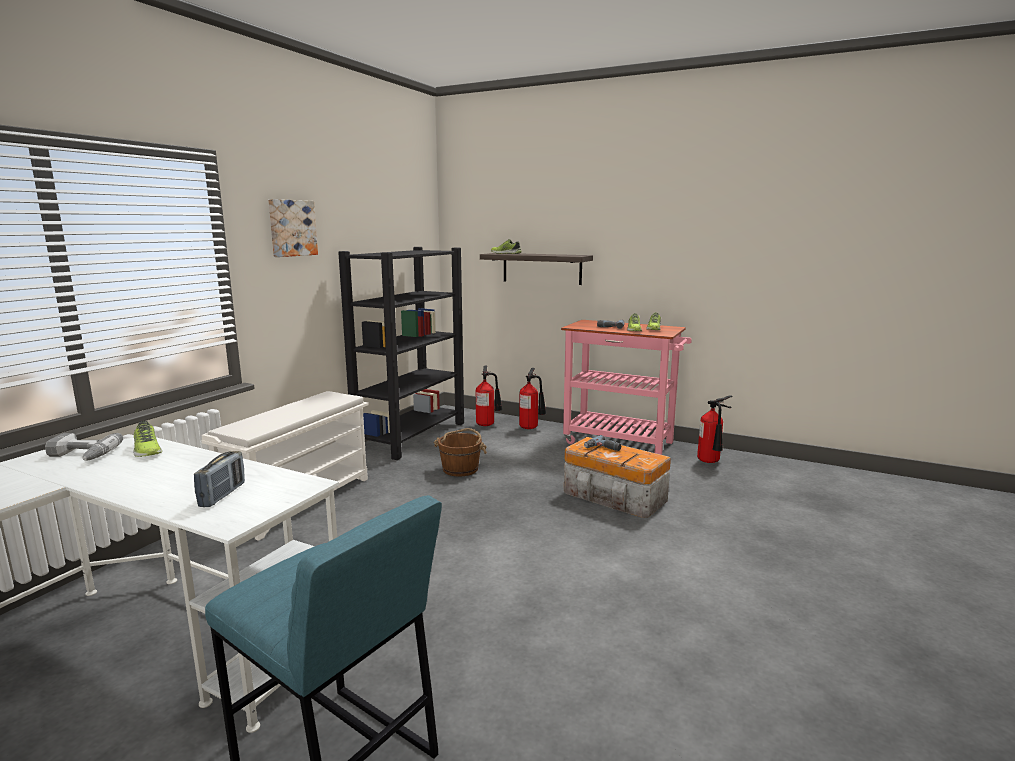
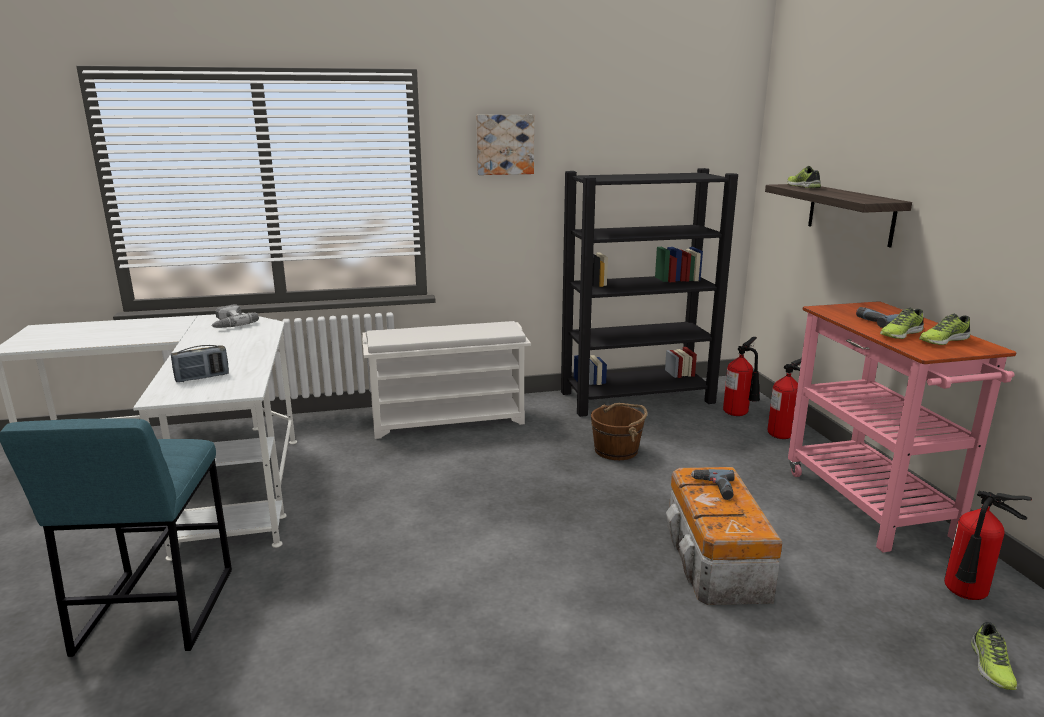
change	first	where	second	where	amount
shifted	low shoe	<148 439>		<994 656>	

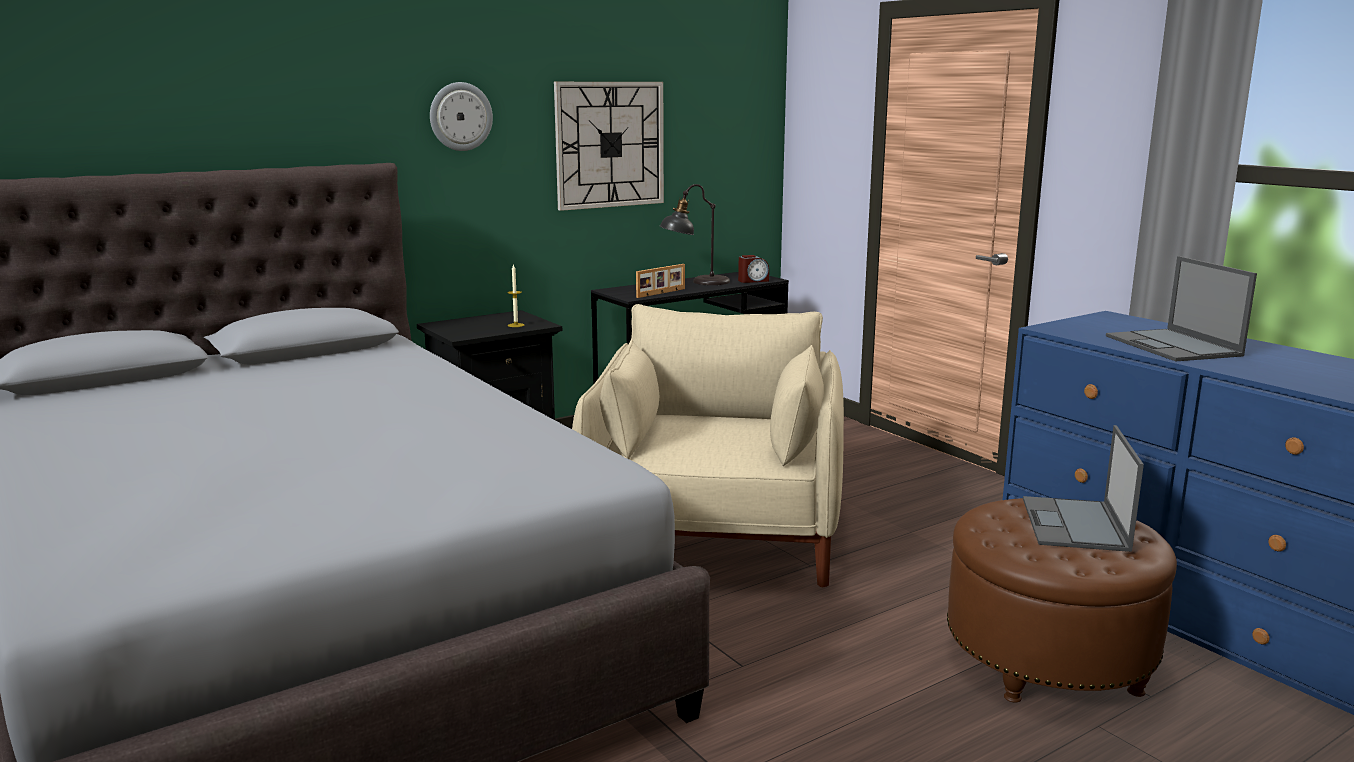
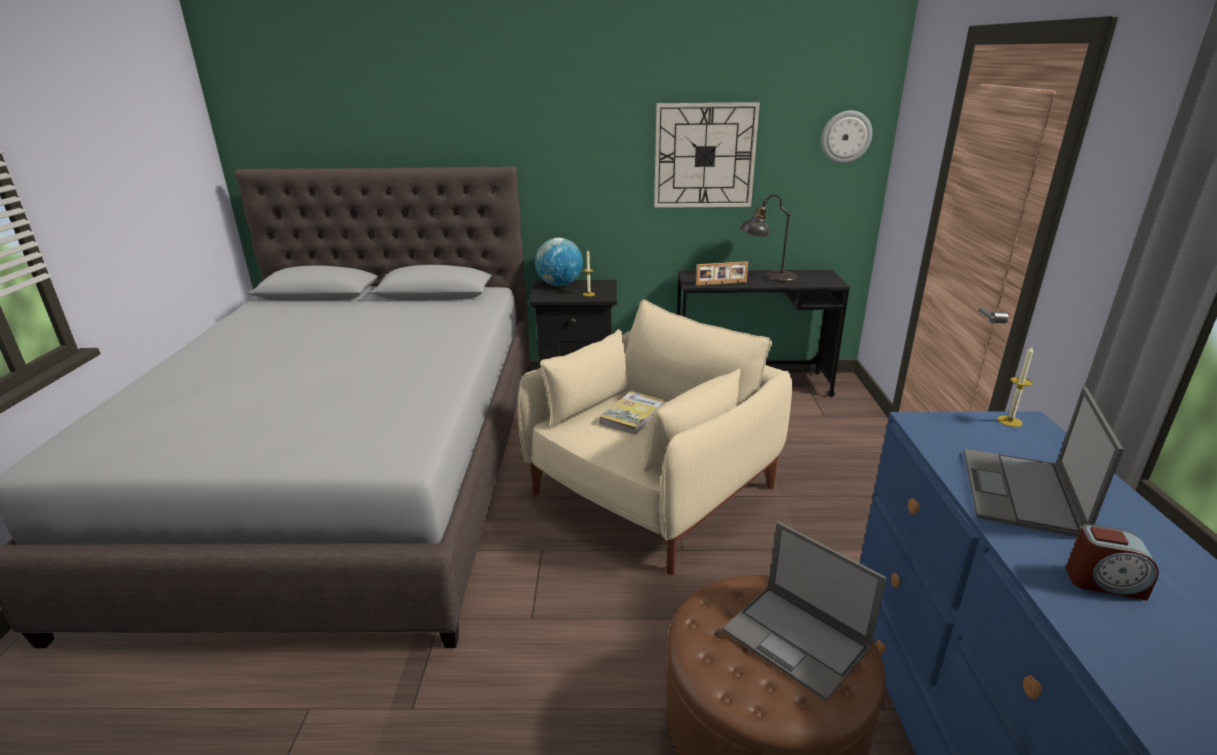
change	first	where	second	where	amount
shifted	clock on the wall	<461 116>		<846 136>	
shifted	table clock	<753 269>		<1112 562>	
rotated	portable computer	<1083 488>		<805 611>	90 degrees counterclockwise
new			desk globe	<559 262>	
new			volume	<632 413>	
new			wax candle	<1015 386>	

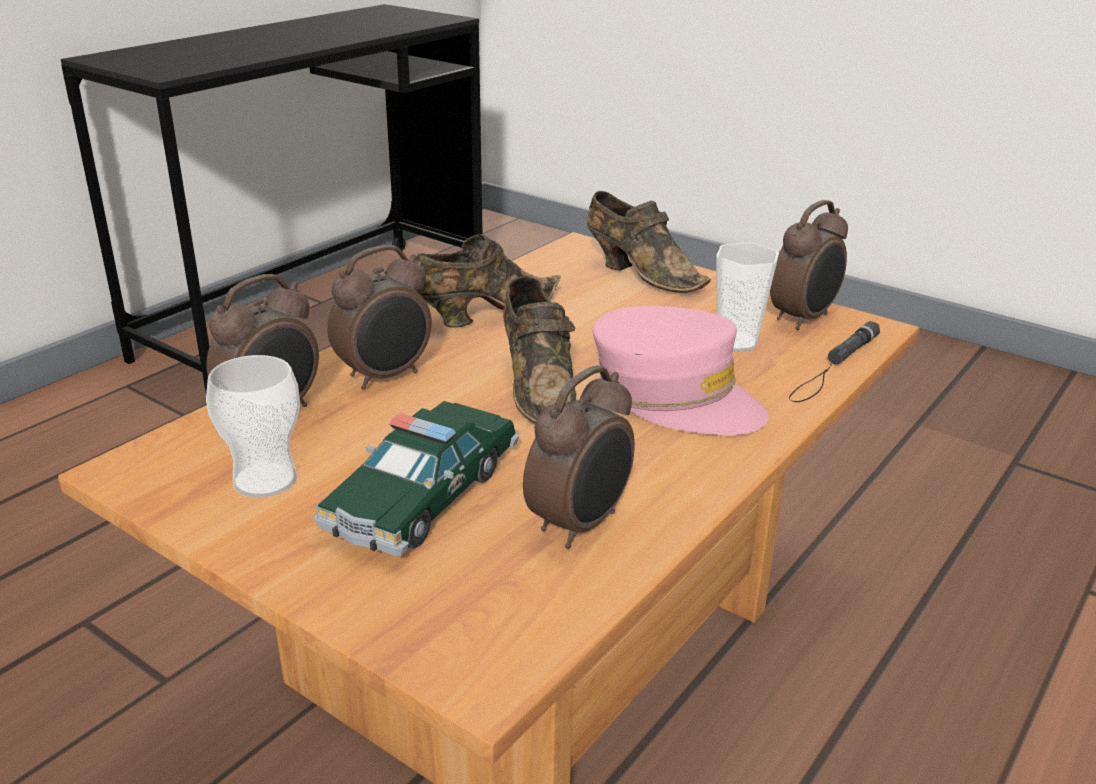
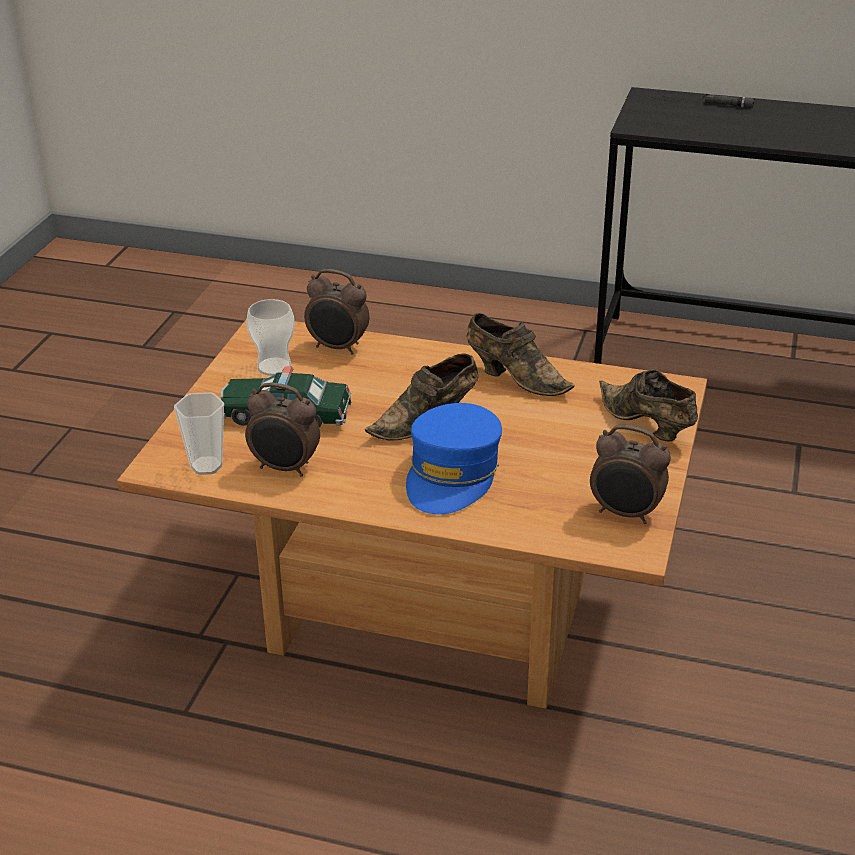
change	first	where	second	where	amount
gone	table clock	<379 317>			
rotated	low shoe (brownish)	<649 242>		<648 405>	120 degrees clockwise
repainted	peaked cap (pink-coloured)	<681 370>	peaked cap (blue)	<454 458>	
shifted	drinking cup	<747 297>		<199 433>	
shifted	flashlight (black-coloured)	<834 361>		<703 101>	

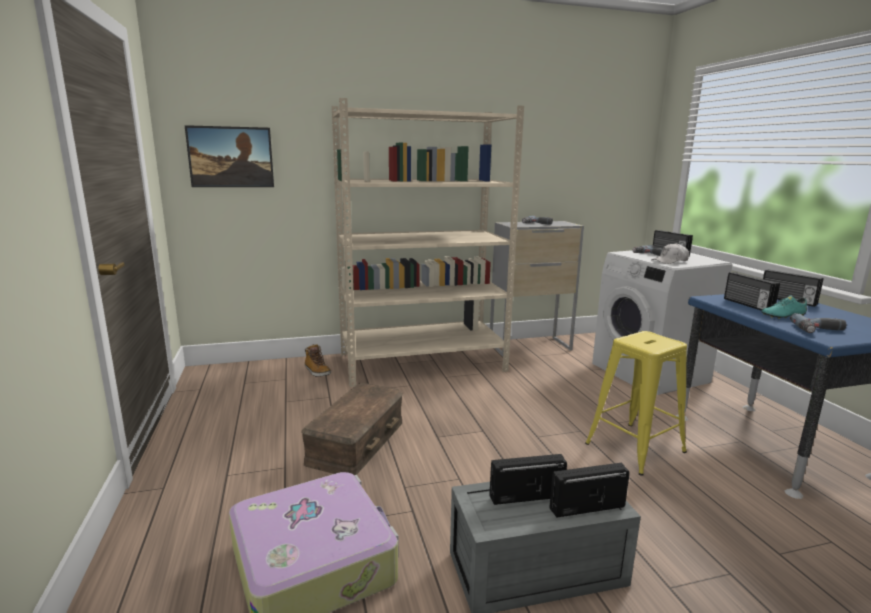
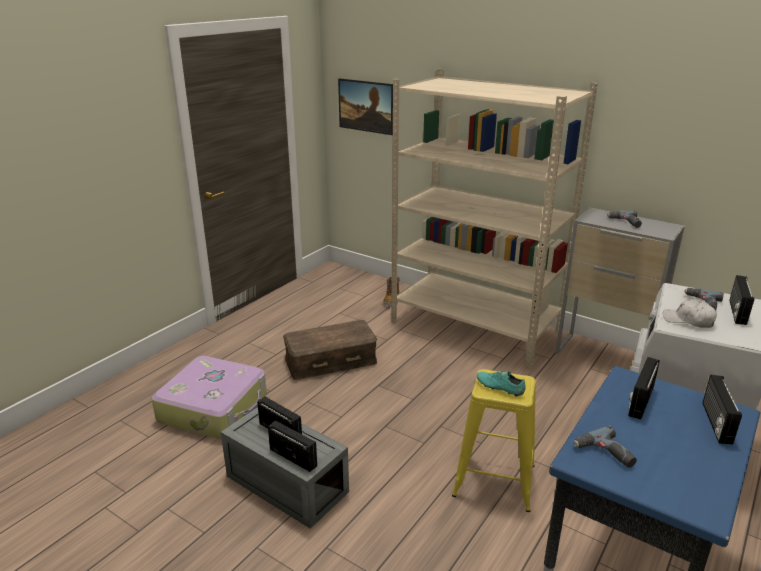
change	first	where	second	where	amount
shifted	low shoe (turquoise-coloured)	<784 307>		<501 384>	

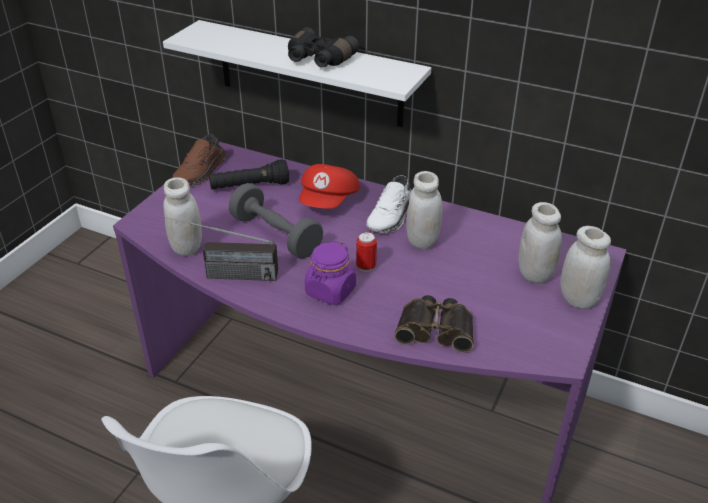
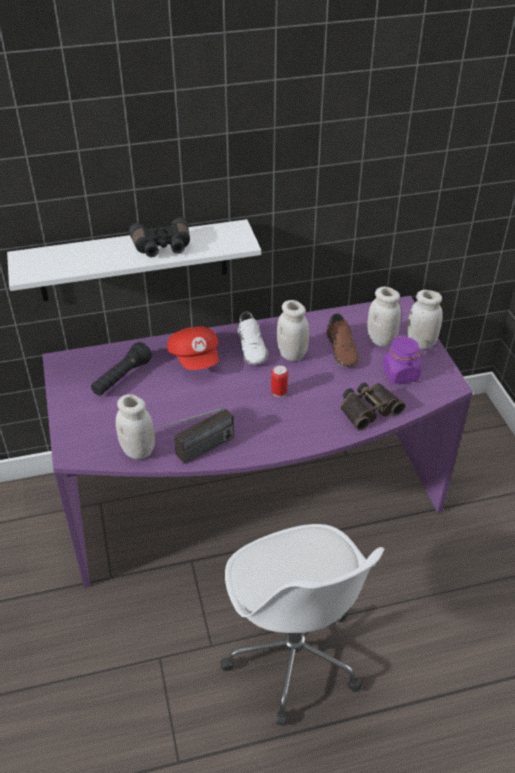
change	first	where	second	where	amount
shifted	low shoe (brownish)	<199 159>		<343 340>	
gone	hand weight (gray)	<276 221>			
shifted	preserve jar (purple-coloured)	<330 273>		<402 359>	

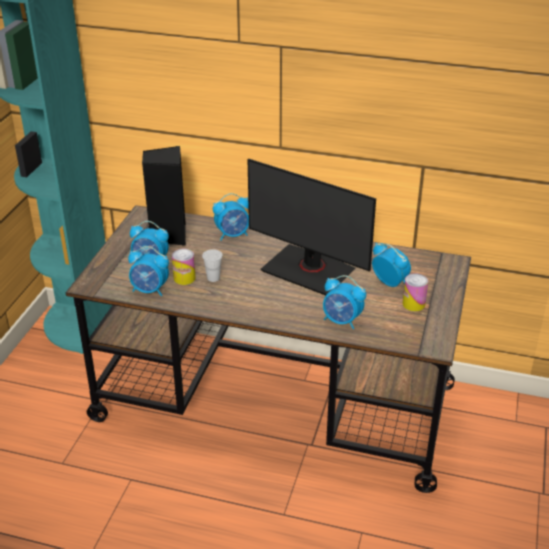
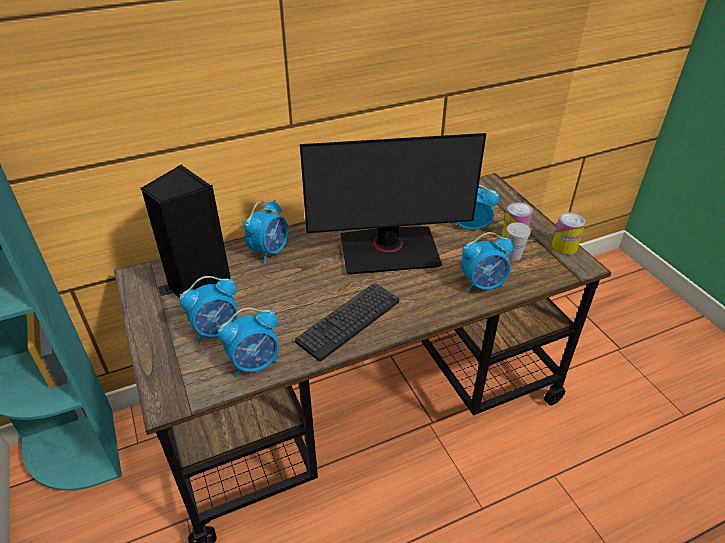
change	first	where	second	where	amount
shifted	can	<184 267>		<569 233>	
shifted	drinking cup (white-coloured)	<212 265>		<518 242>	
new			computer keyboard	<347 322>	

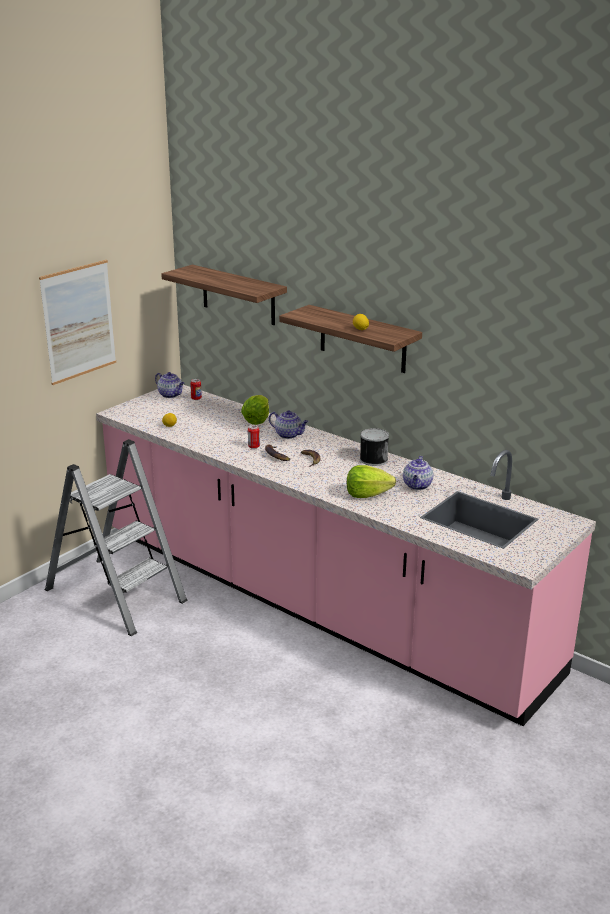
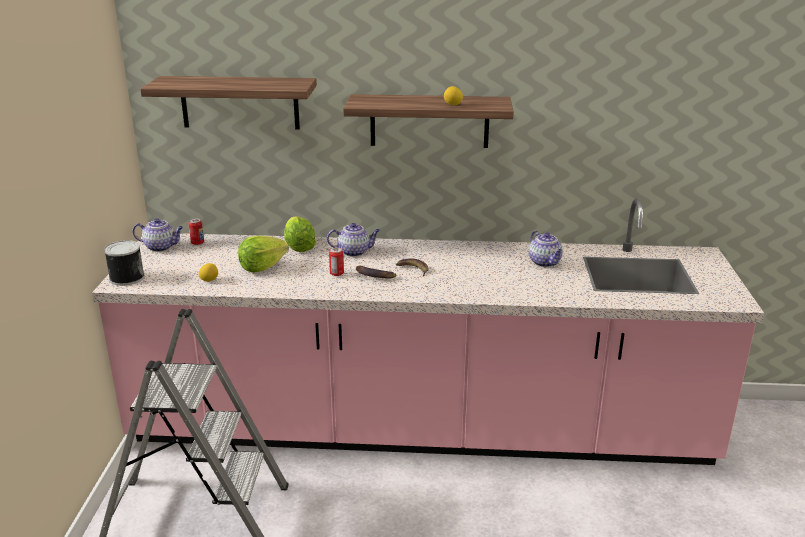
change	first	where	second	where	amount
gone	picture	<77 322>			
shifted	lettuce	<371 481>		<263 254>	
shifted	can	<374 447>		<124 263>	

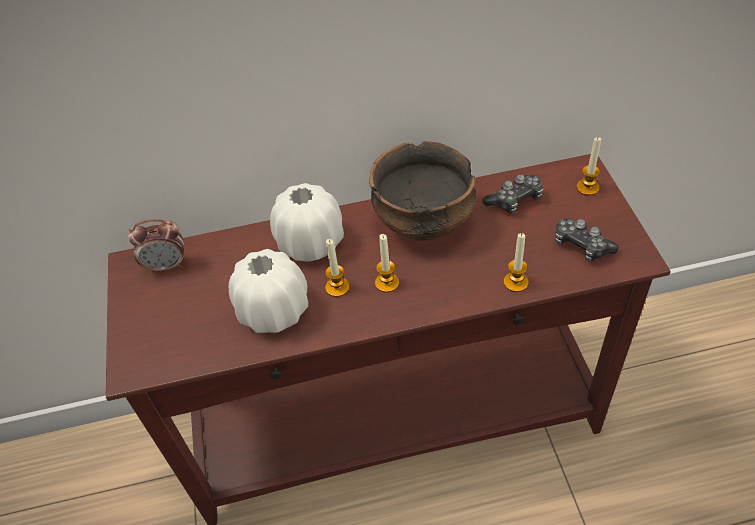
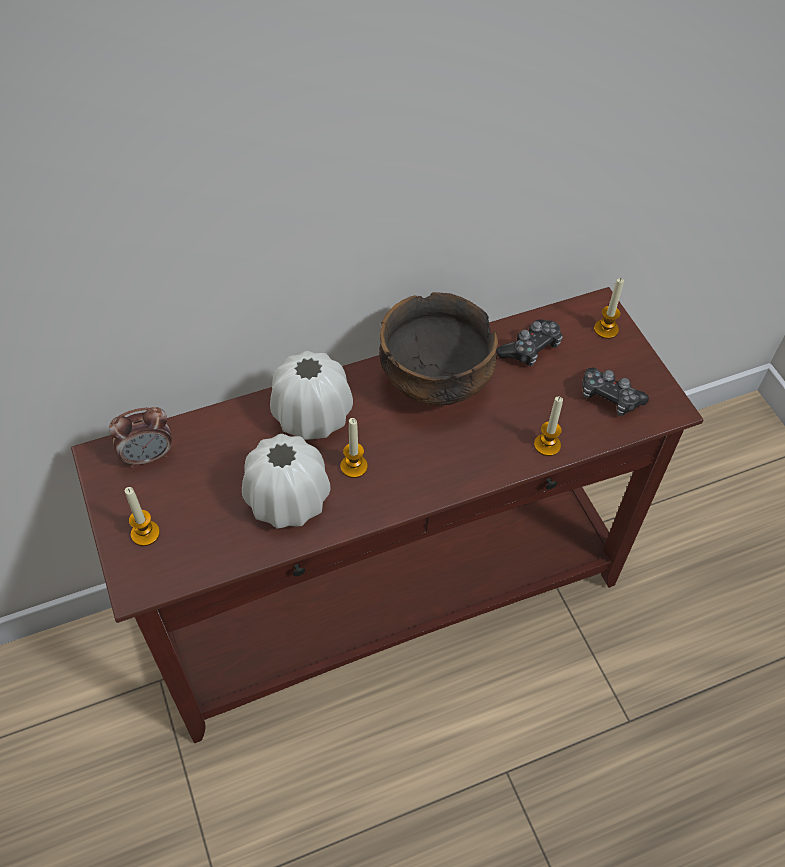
change	first	where	second	where	amount
shifted	wax candle	<387 263>		<142 516>	

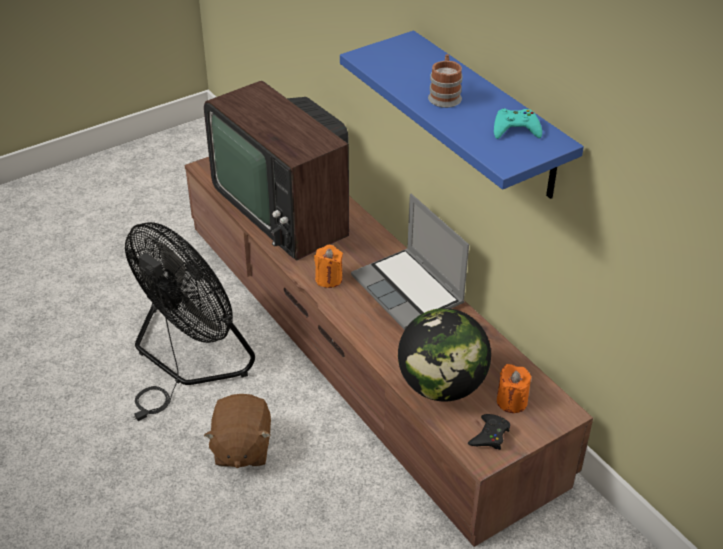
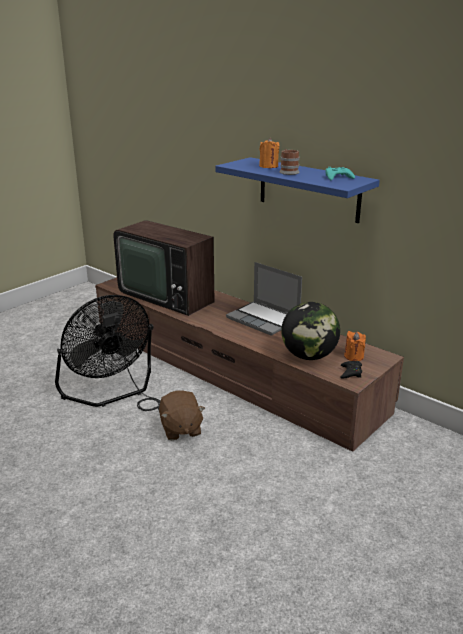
change	first	where	second	where	amount
rotated	electric fan (black-coloured)	<190 321>		<107 353>	60 degrees counterclockwise
shifted	wax candle (orangey)	<328 266>		<269 153>	

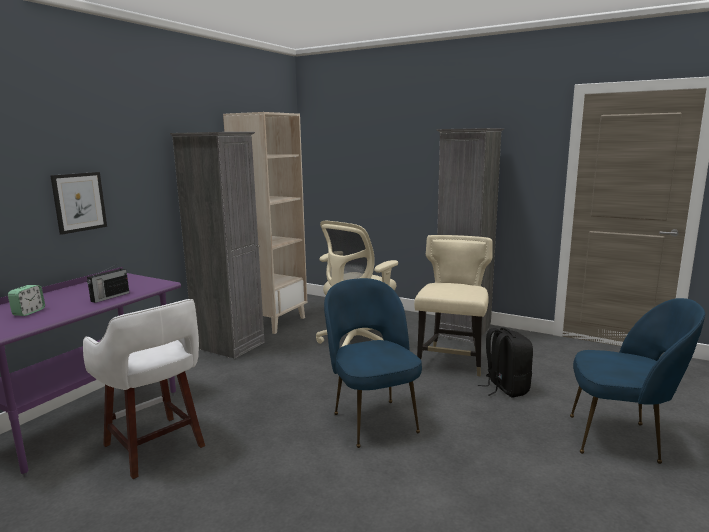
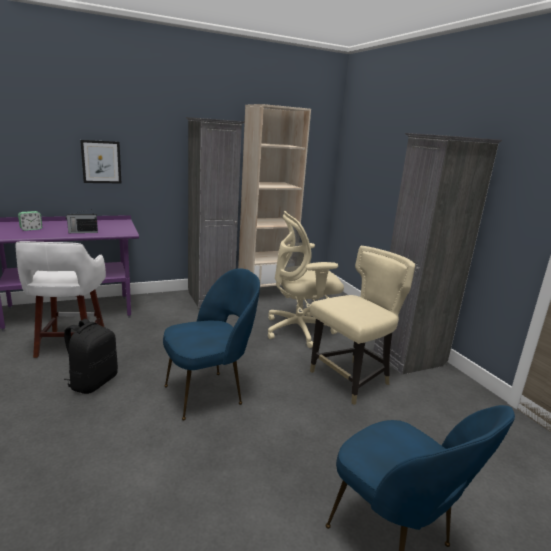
change	first	where	second	where	amount
rotated	upright chair (blue)	<373 363>		<211 344>	45 degrees clockwise
shifted	rucksack (black-coloured)	<505 363>		<91 356>	

